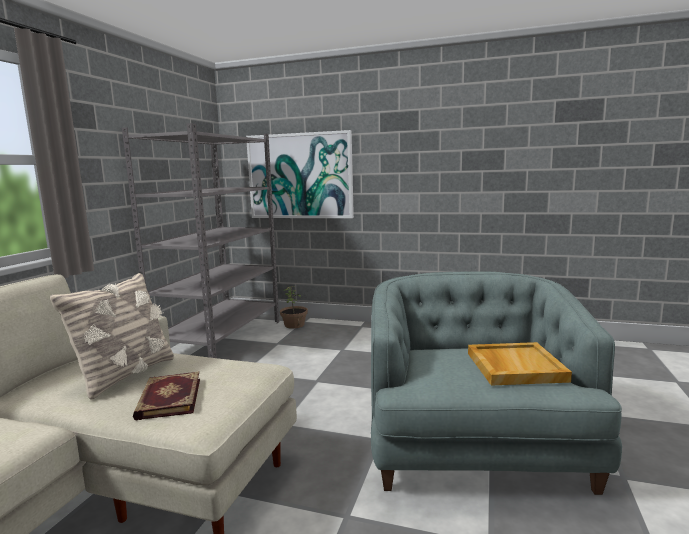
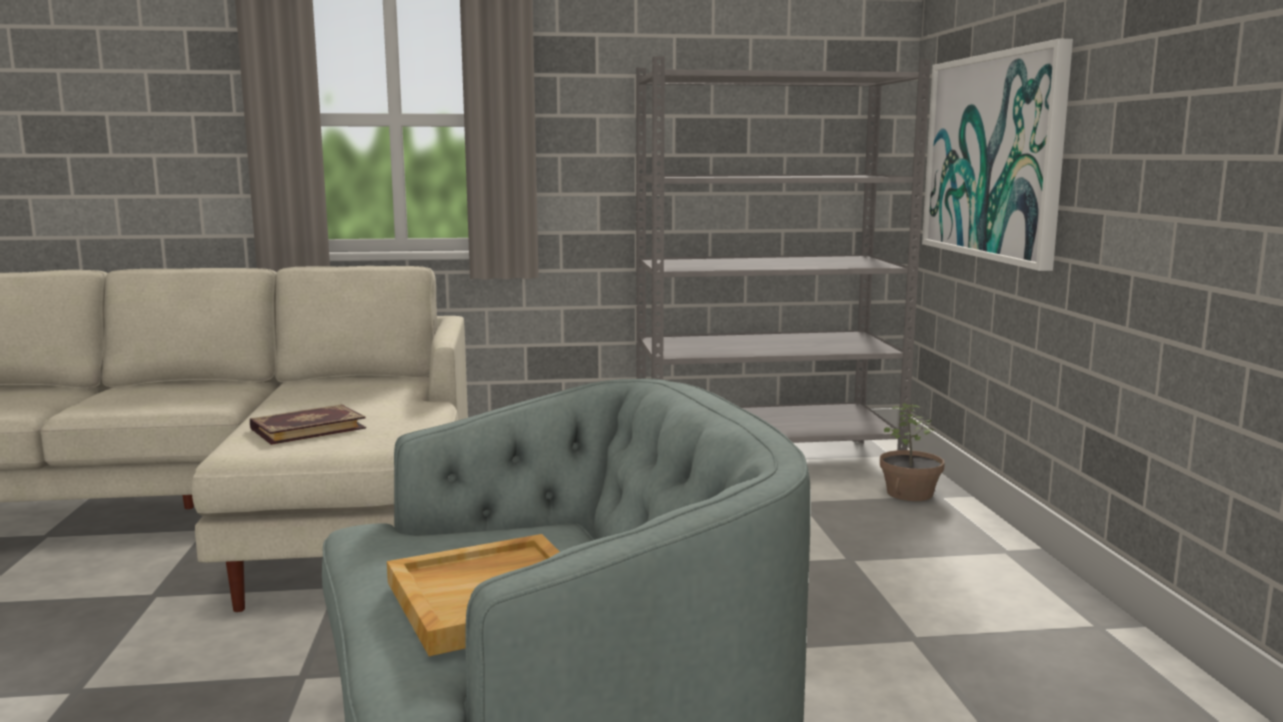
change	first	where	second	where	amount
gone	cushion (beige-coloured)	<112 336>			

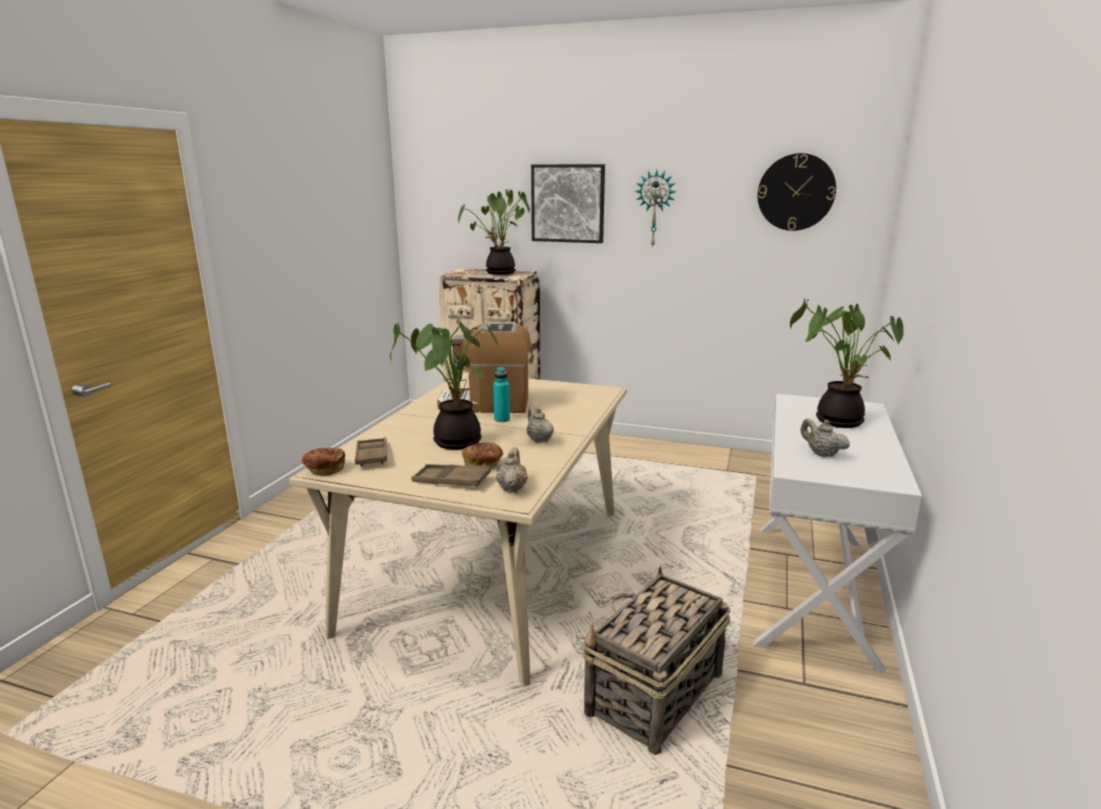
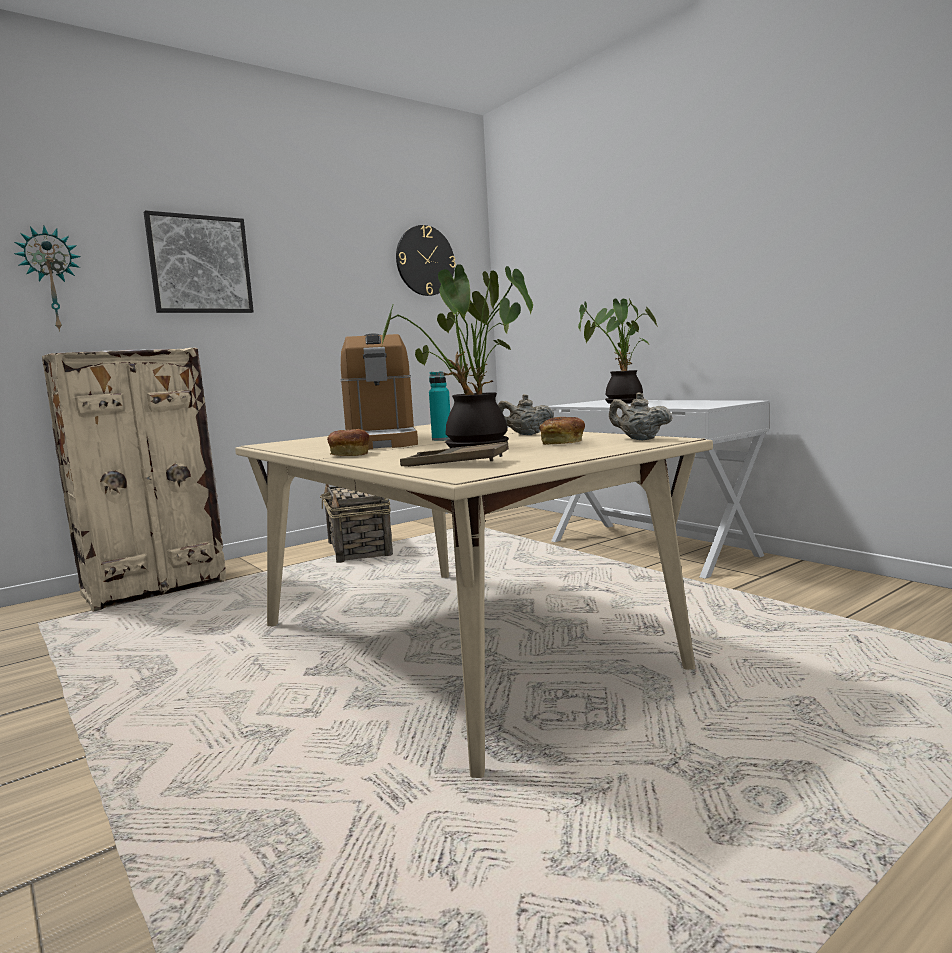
change	first	where	second	where	amount
shifted	bread	<323 461>		<348 442>	
gone	carrying tray (brownish)	<451 475>			
rotated	coffee machine	<484 368>		<379 391>	45 degrees counterclockwise
gone	plant in a pot	<494 232>			
shifted	household basket	<656 660>		<356 523>	
shifted	clock on the wall	<655 208>		<47 279>	
gone	tea pot (beige-coloured)	<825 437>			

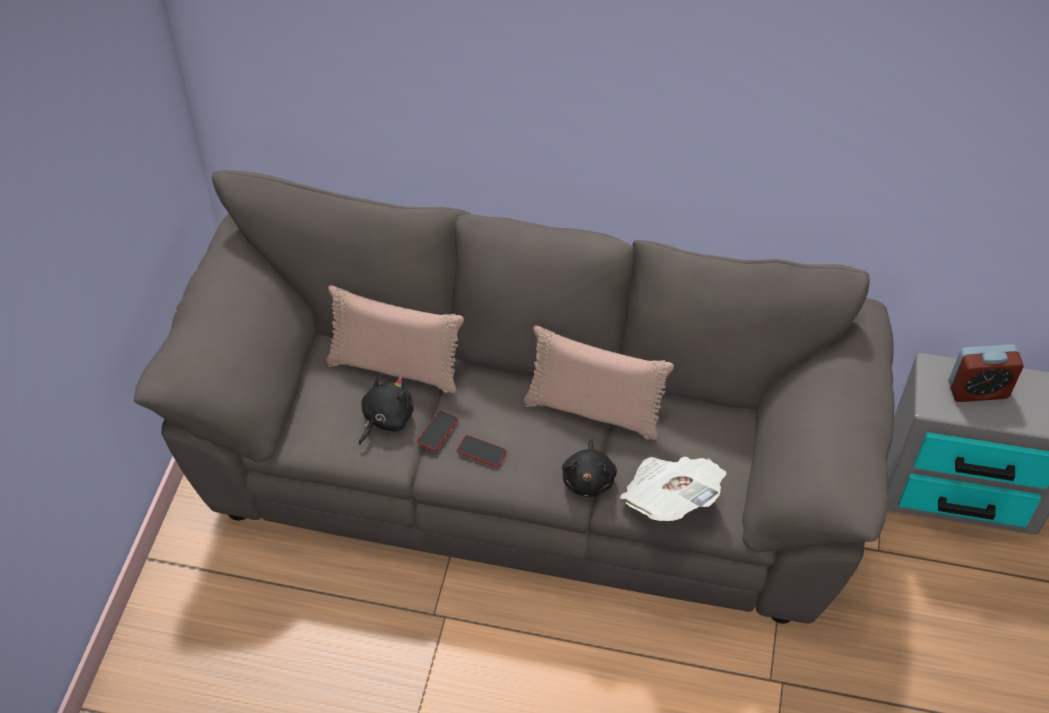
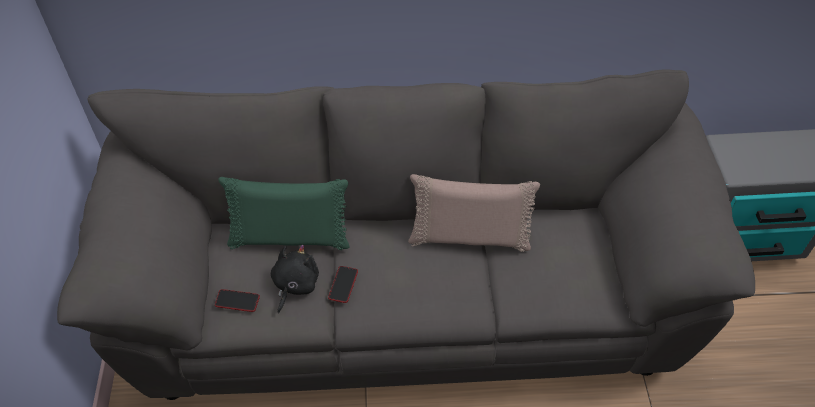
change	first	where	second	where	amount
repainted	cushion (beige-coloured)	<395 339>	cushion (green)	<284 213>	
shifted	phone	<482 451>		<237 300>	
gone	cuddly toy (black-coloured)	<589 468>			
gone	newspaper	<673 488>			
gone	table clock	<986 373>			

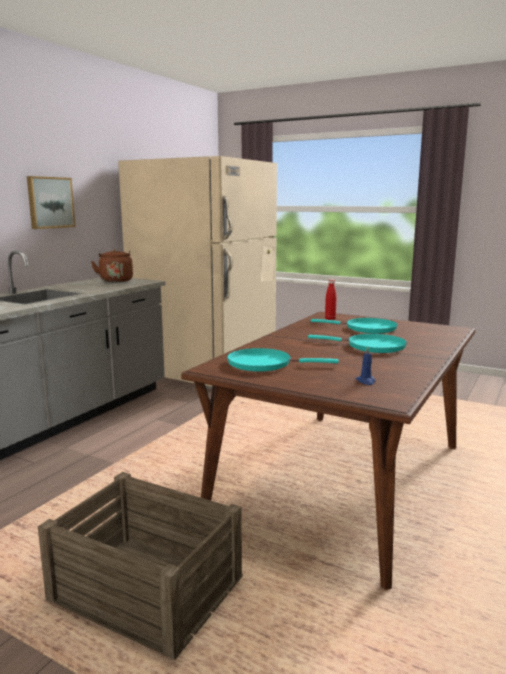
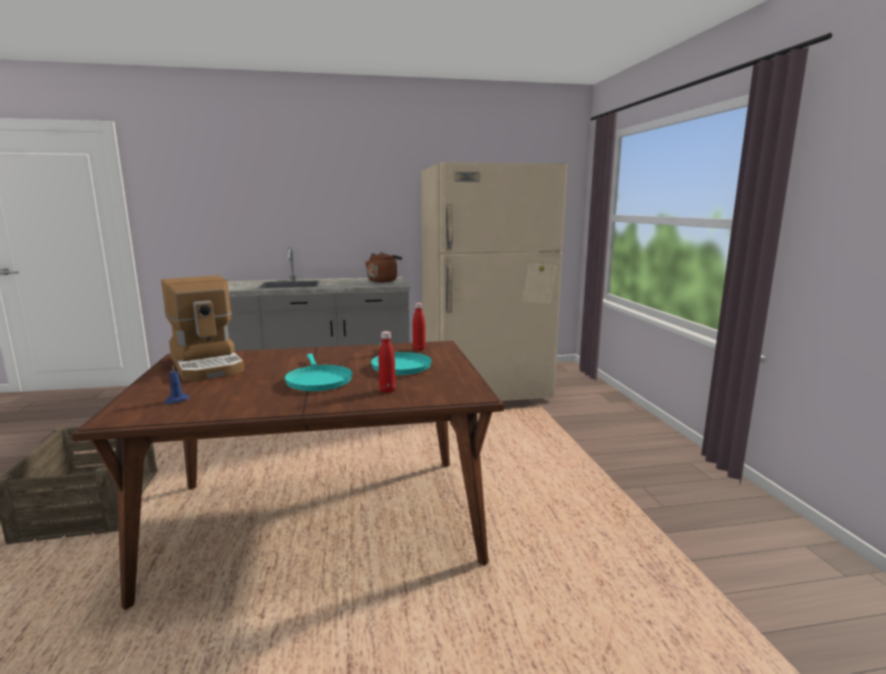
change	first	where	second	where	amount
gone	picture	<51 202>			
swapped	pan (turquoise-coloured)	<283 360>	coffee machine	<202 328>	
new			beverage bottle (red)	<387 362>	

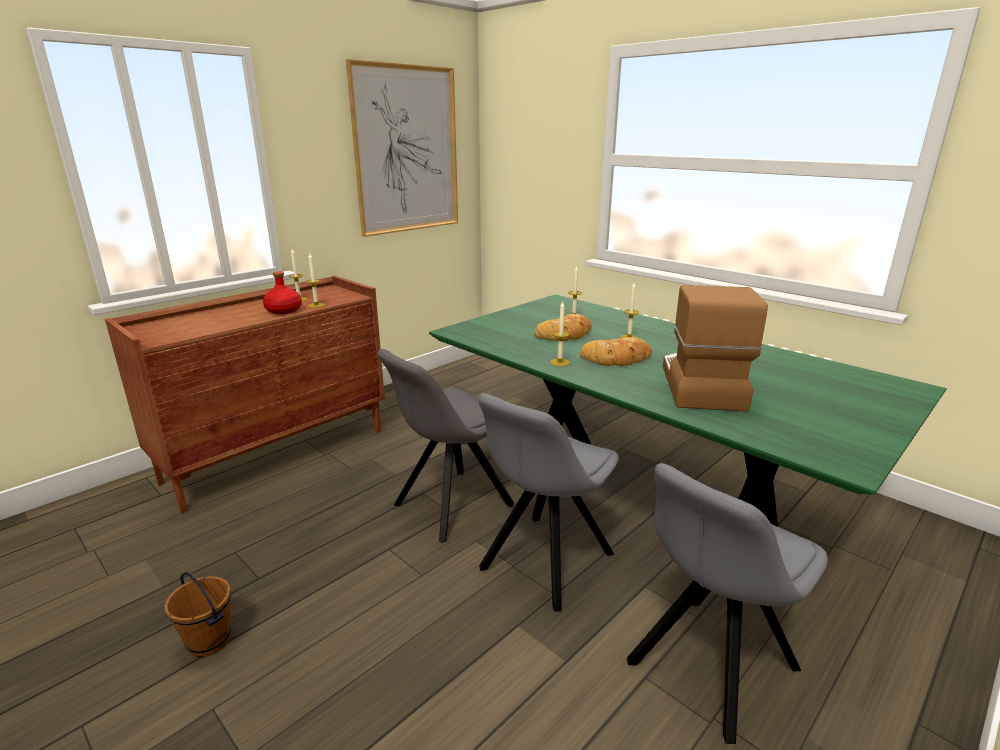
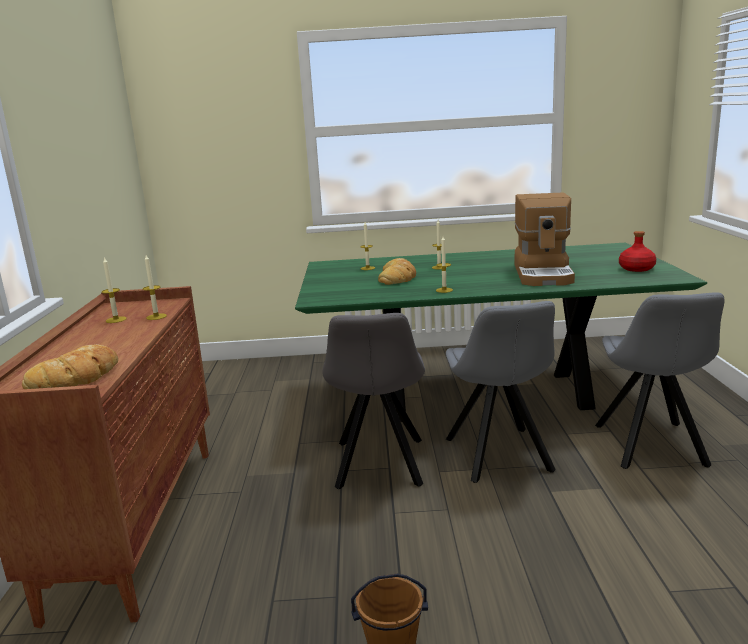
change	first	where	second	where	amount
shifted	beverage bottle (red)	<282 292>		<637 251>	
gone	picture	<402 148>			
shifted	bread	<616 351>		<70 366>	
rotated	coffee machine	<715 348>		<545 239>	135 degrees counterclockwise

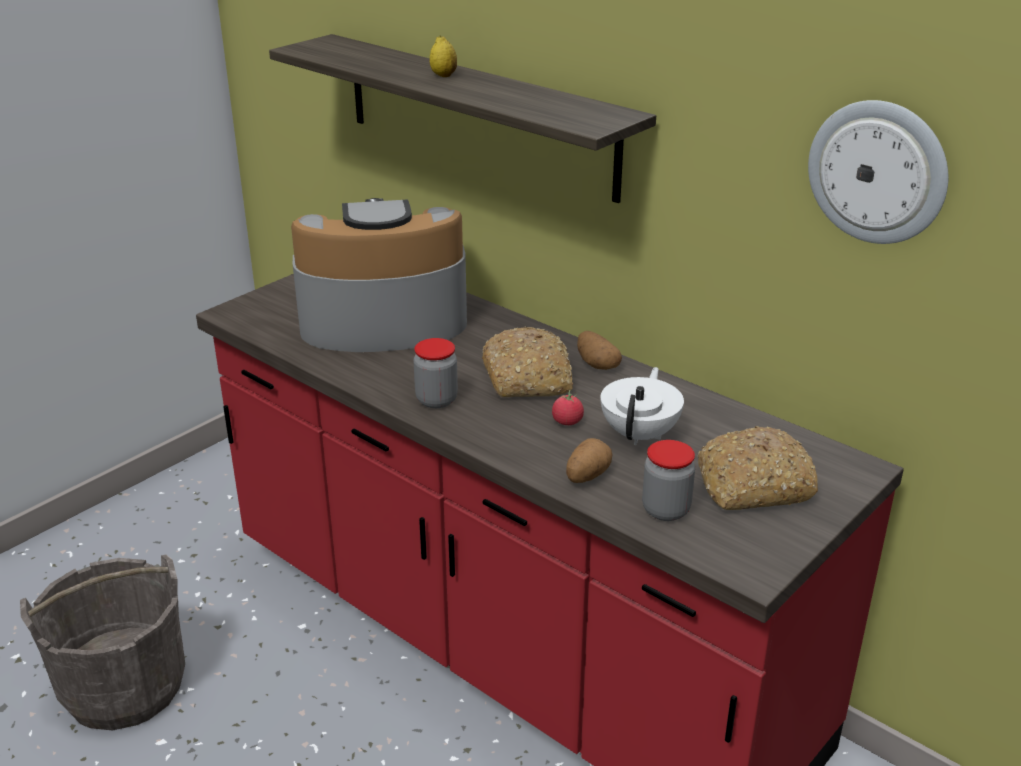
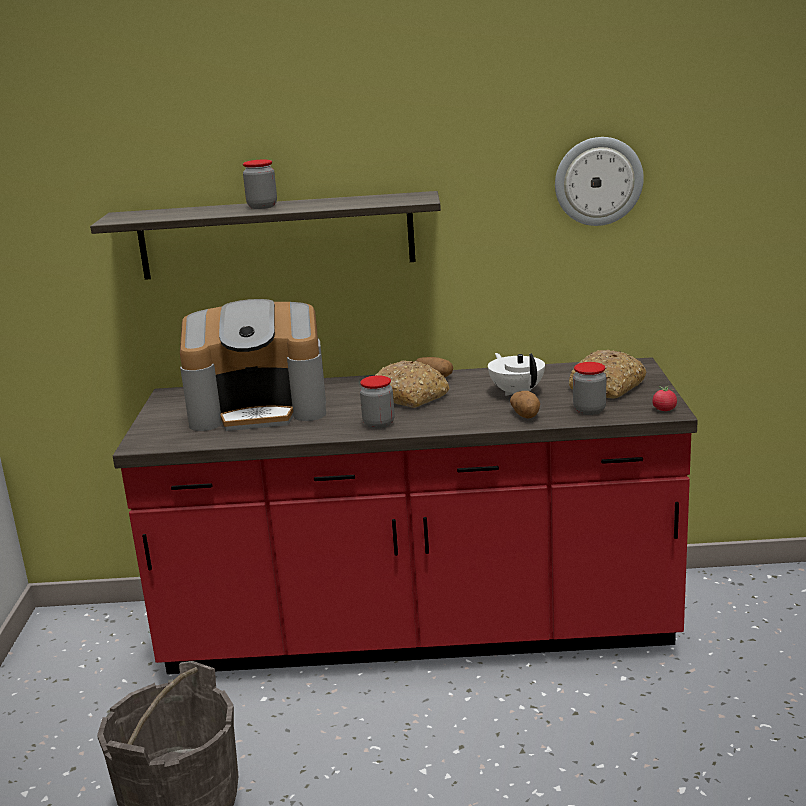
change	first	where	second	where	amount
rotated	coffee machine	<379 275>		<253 365>	135 degrees counterclockwise
swapped	whole lemon	<443 56>	preserve jar	<260 184>	
shifted	fresh tomato	<568 407>		<664 398>	

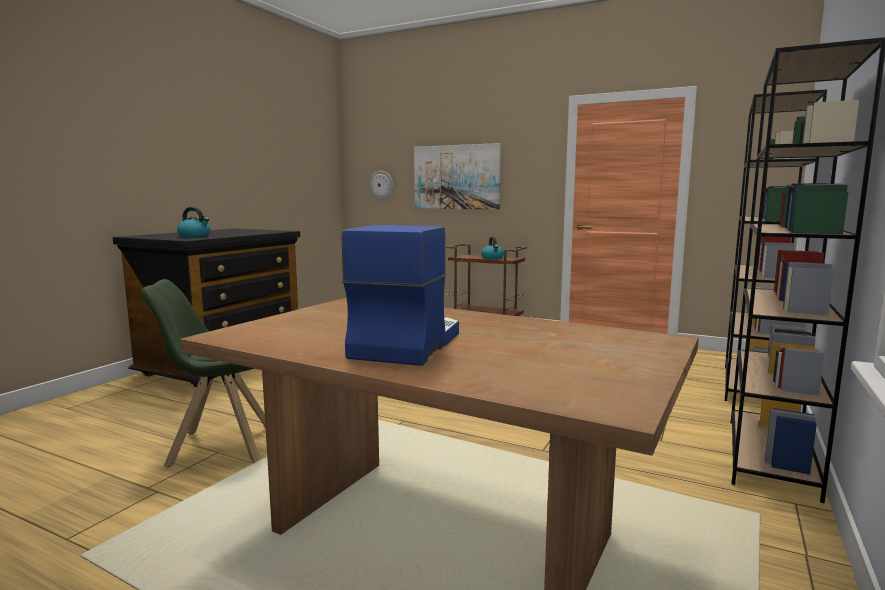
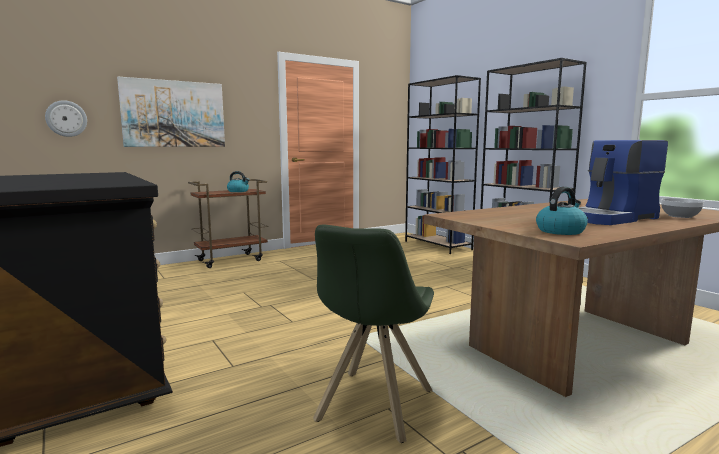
change	first	where	second	where	amount
shifted	water kettle	<194 222>		<562 211>	
rotated	coffee machine	<400 295>		<623 182>	75 degrees counterclockwise
new			serving bowl	<682 208>	

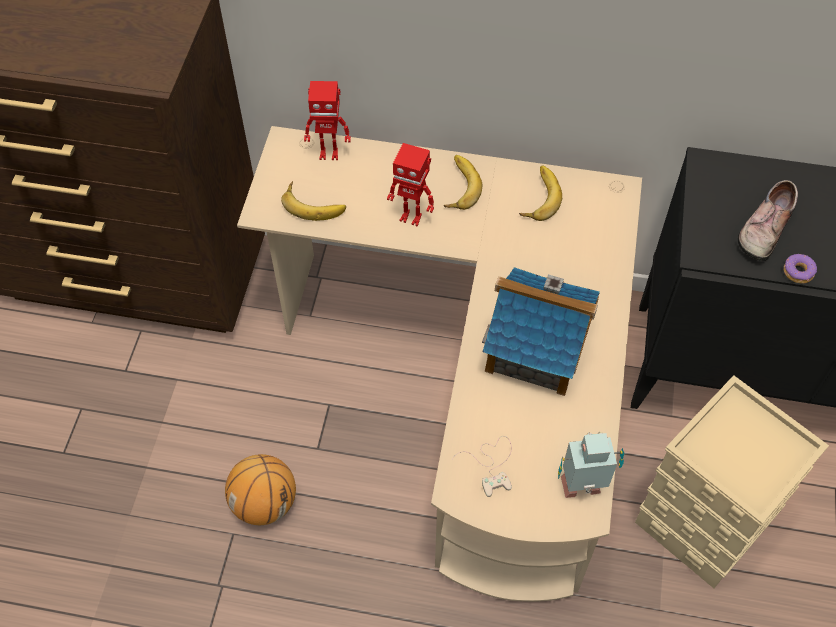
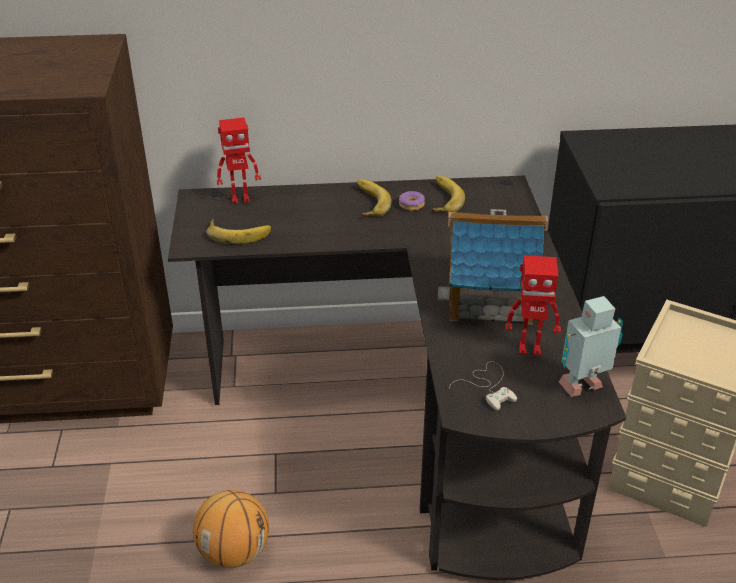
change	first	where	second	where	amount
repainted	desk unit (beige-coloured)	<439 364>	desk unit (black-coloured)	<397 378>	
shifted	model robot	<410 185>		<533 305>	
gone	low shoe	<768 221>			
shifted	donut	<800 269>		<412 201>	

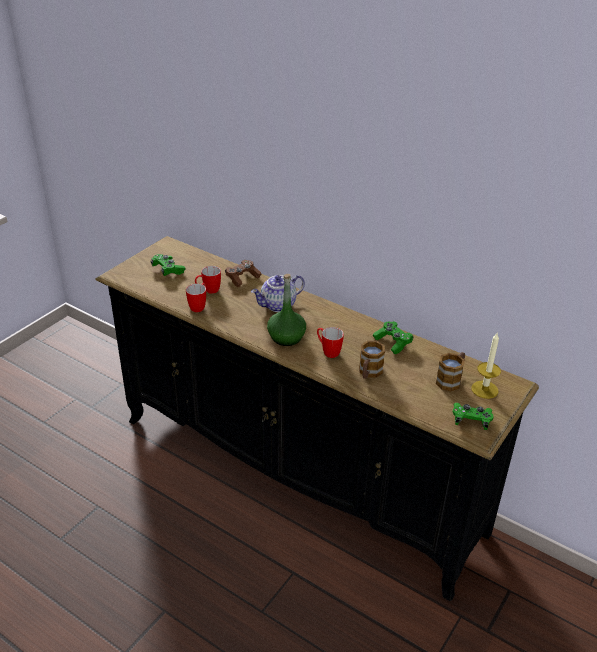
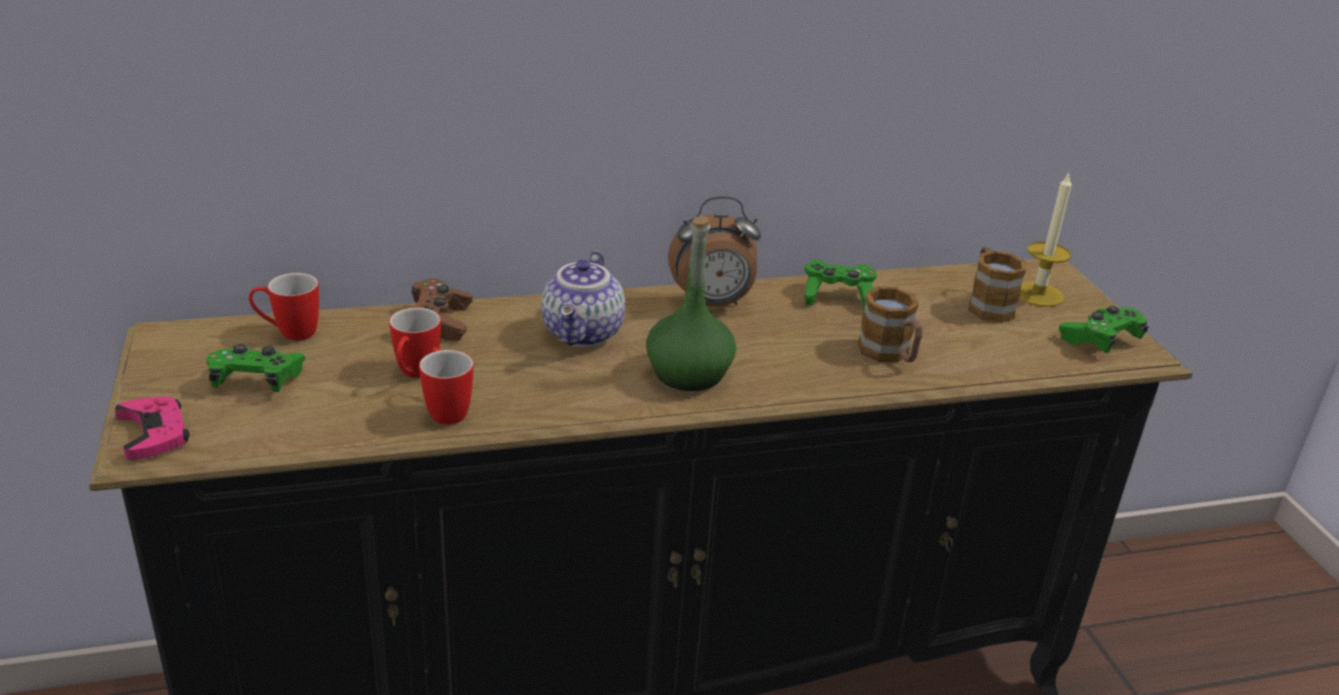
change	first	where	second	where	amount
shifted	tea mug	<330 342>		<284 307>	
new			gamepad (pink-coloured)	<152 428>	
new			table clock	<714 251>	

